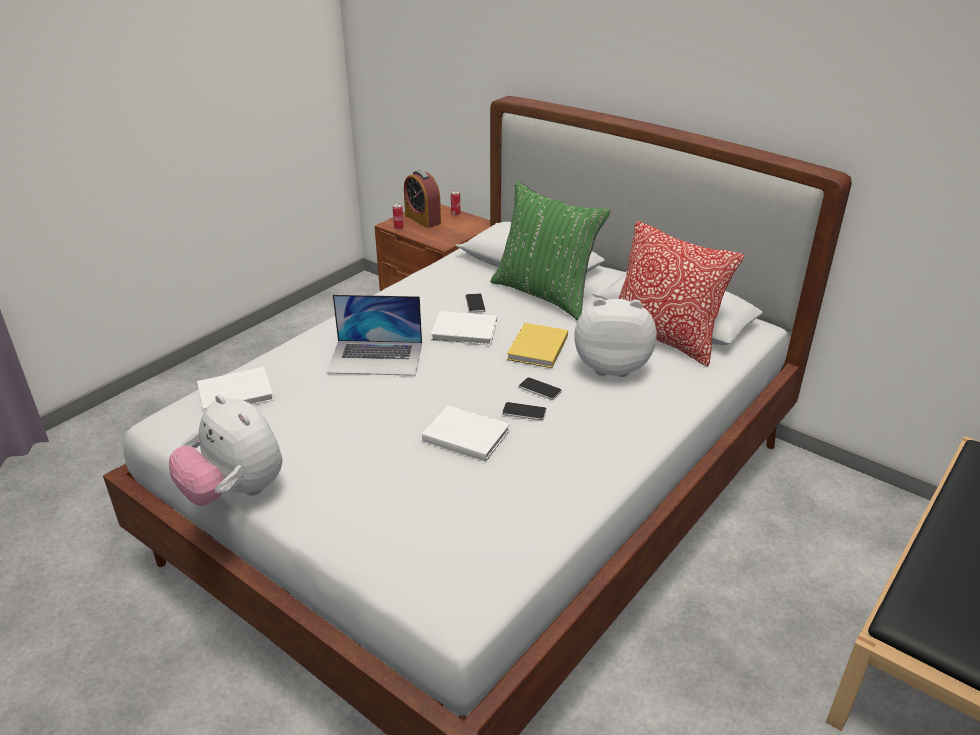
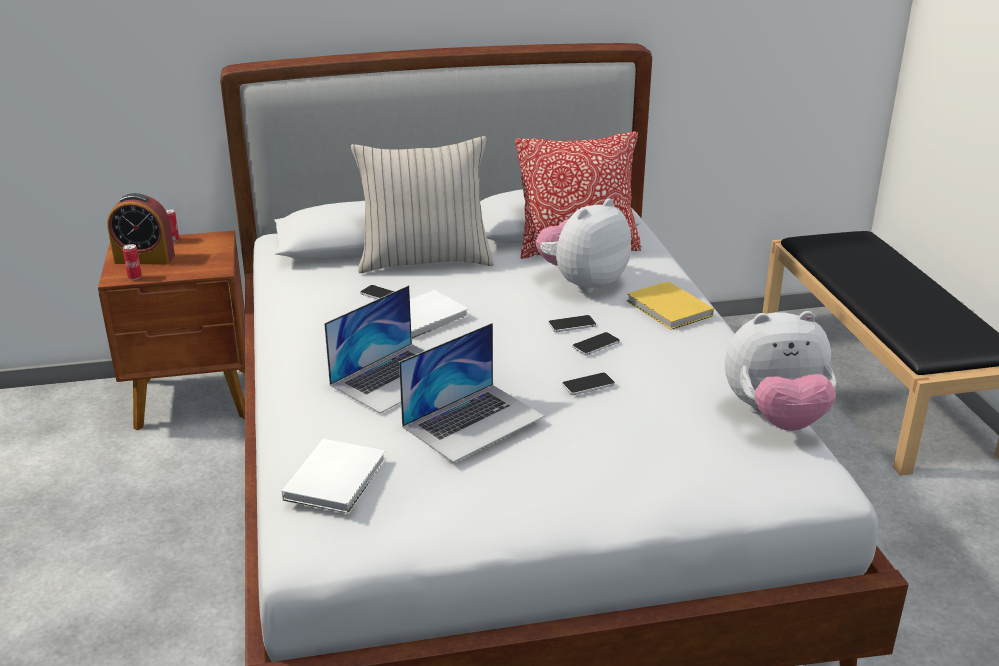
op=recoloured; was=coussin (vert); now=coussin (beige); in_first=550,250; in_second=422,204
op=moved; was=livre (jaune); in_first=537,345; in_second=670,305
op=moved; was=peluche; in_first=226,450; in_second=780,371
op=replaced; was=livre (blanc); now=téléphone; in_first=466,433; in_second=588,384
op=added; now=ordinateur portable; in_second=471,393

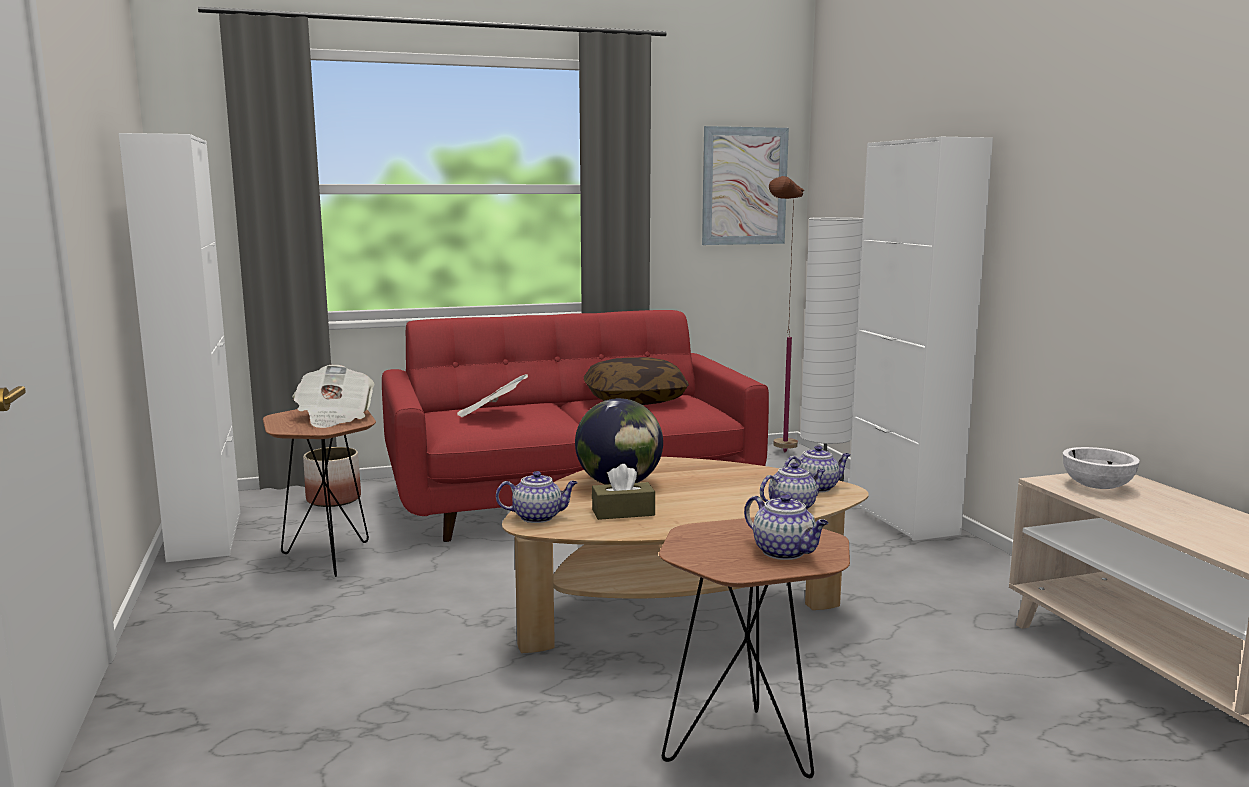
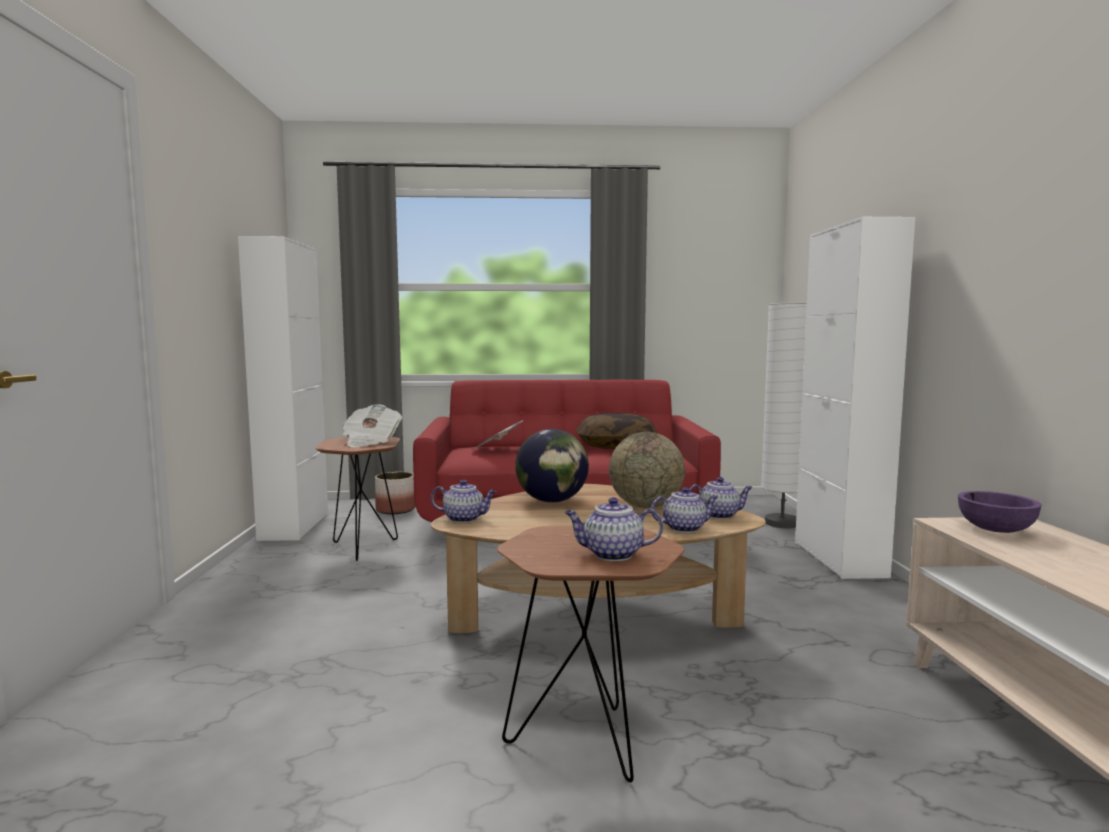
op=removed; was=tableau; in_first=745,185
op=removed; was=lampadaire (marron); in_first=787,314
op=recoloured; was=bol (blanc); now=bol (violet); in_first=1101,468; in_second=1000,512
op=removed; was=boîte à mouchoirs (marron); in_first=623,492
op=turned; was=théière; in_first=786,527; in_second=614,529; clockwise=120
op=added; now=globe; in_second=647,470

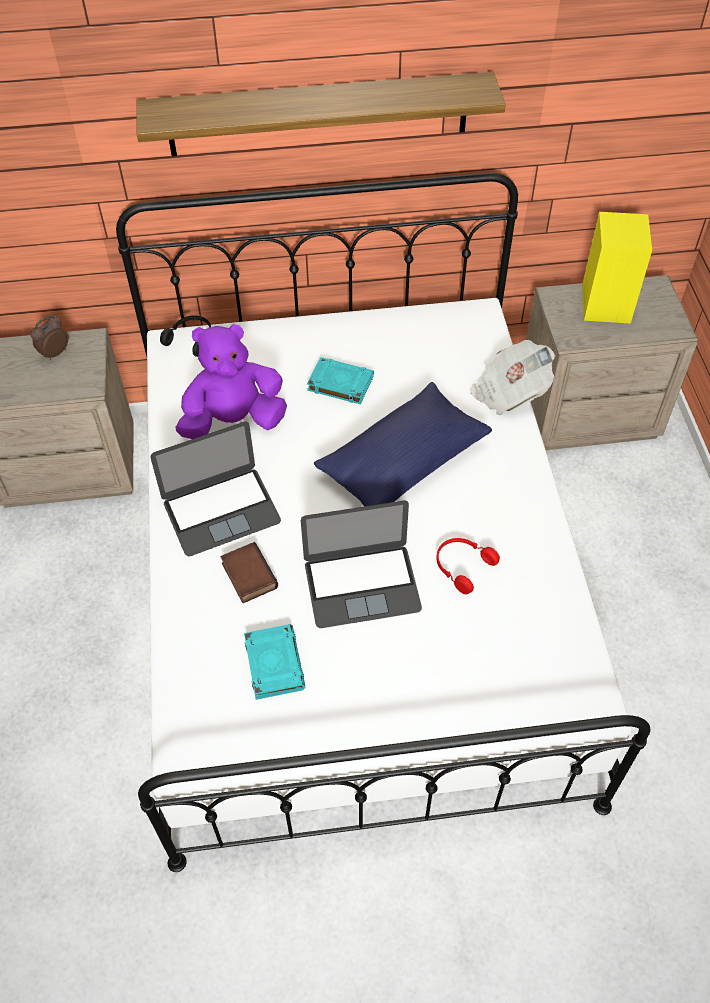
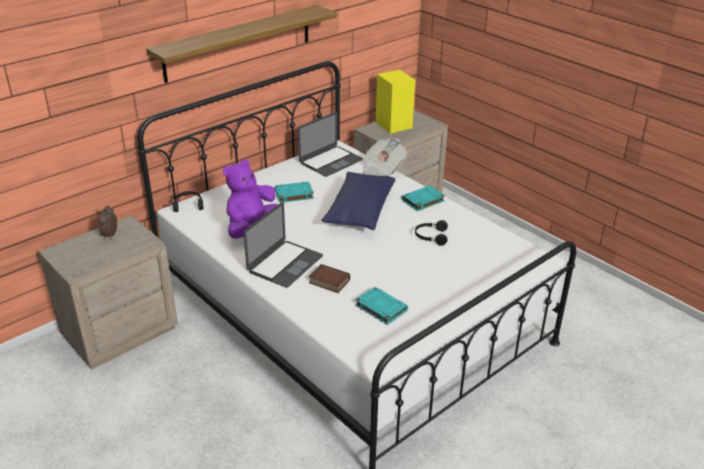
op=moved; was=ordinateur portable; in_first=361,564; in_second=330,144
op=recoloured; was=casque audio (rouge); now=casque audio (noir); in_first=468,566; in_second=431,233
op=added; now=livre (turquoise); in_second=423,198

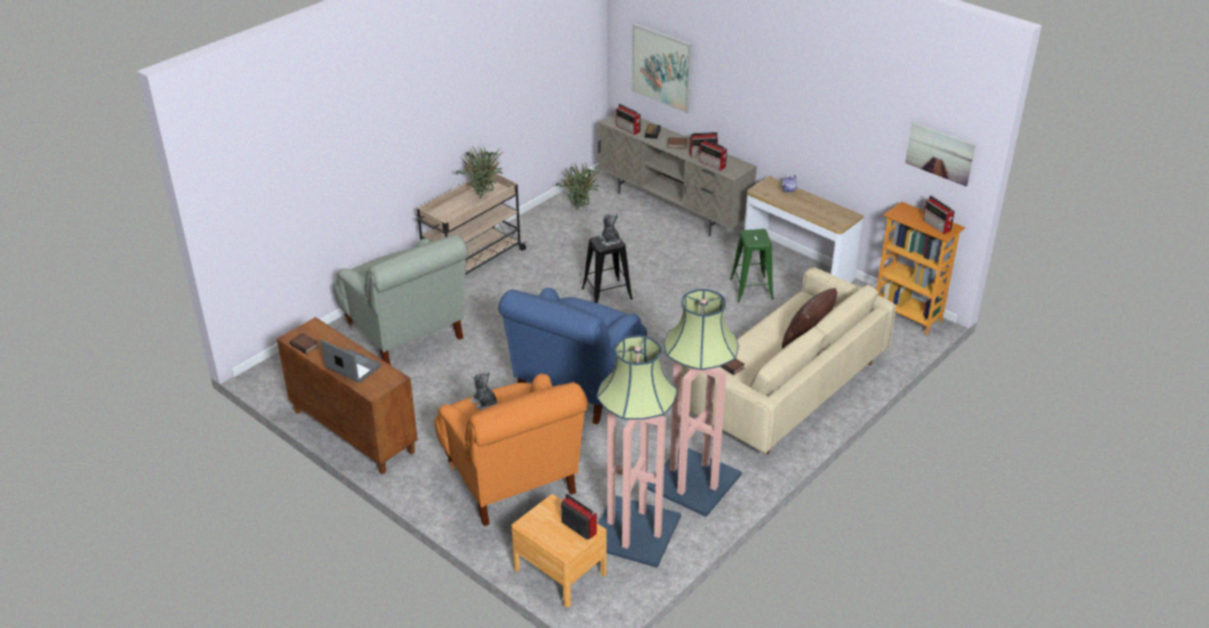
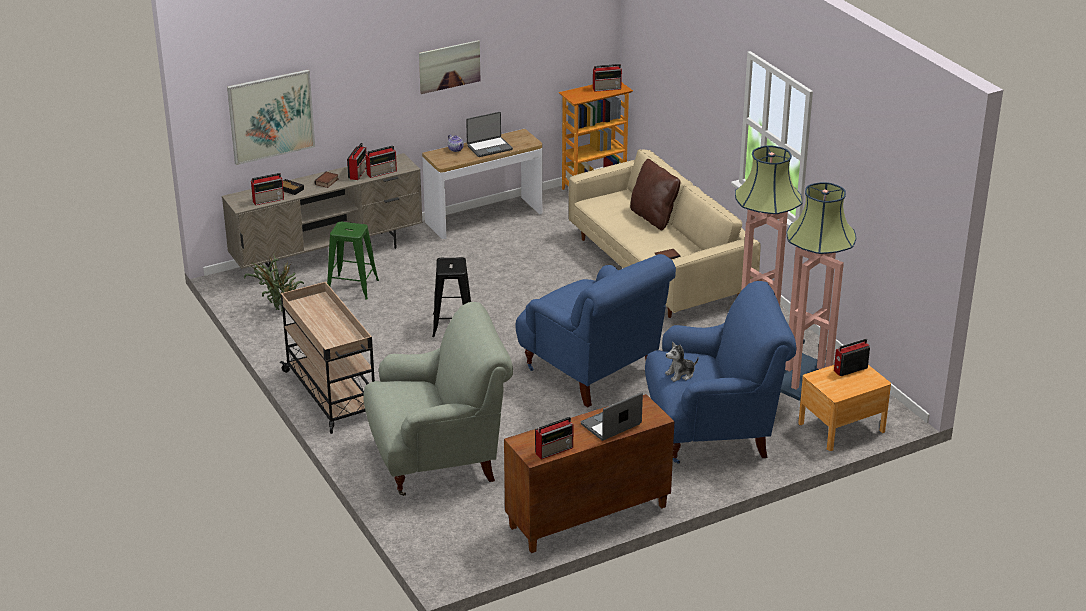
op=moved; was=tableau; in_first=940,154; in_second=449,67
op=removed; was=plante en pot; in_first=479,172
op=removed; was=peluche; in_first=610,229
op=moved; was=tabouret (vert); in_first=752,265; in_second=353,261
op=replaced; was=livre; now=radio; in_first=304,343; in_second=554,438
op=recoloured; was=fauteuil (orange); now=fauteuil (bleu); in_first=511,450; in_second=720,372
op=added; now=ordinateur portable; in_second=489,134

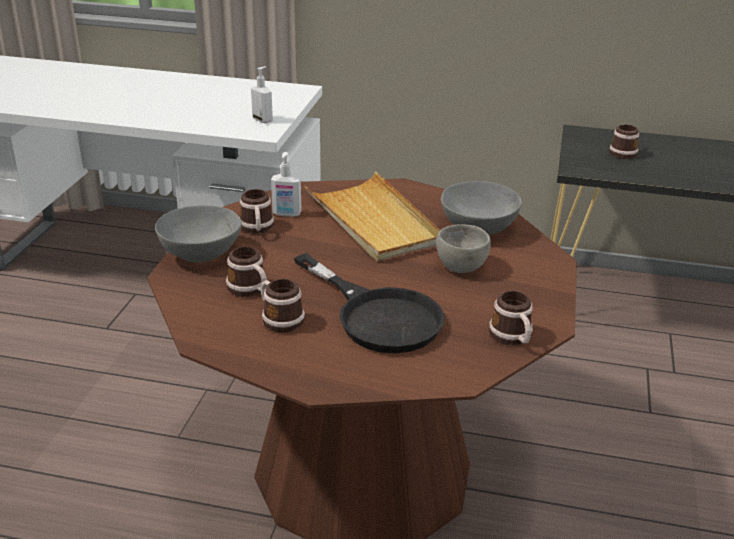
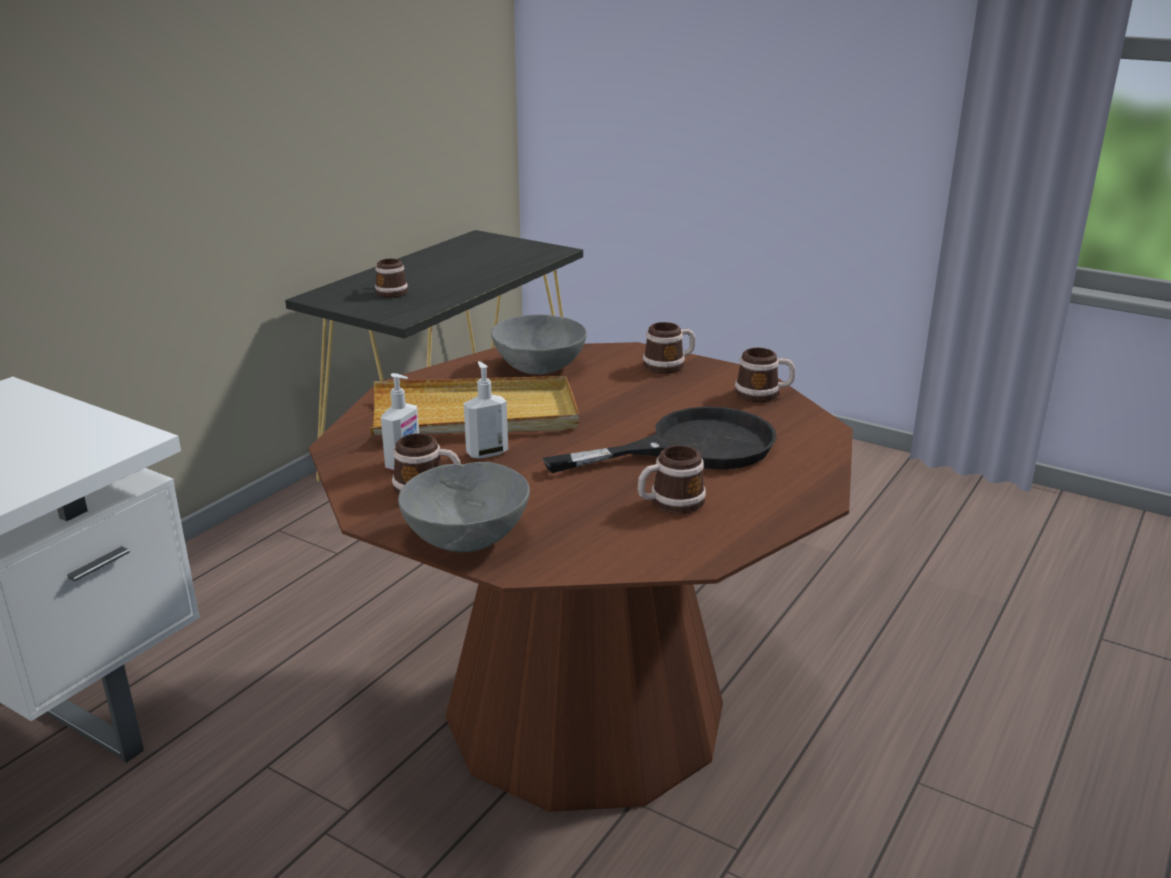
op=moved; was=distributeur de savon; in_first=262,94; in_second=486,410
op=removed; was=bol (gris); in_first=463,248
op=moved; was=mug; in_first=246,271; in_second=669,347

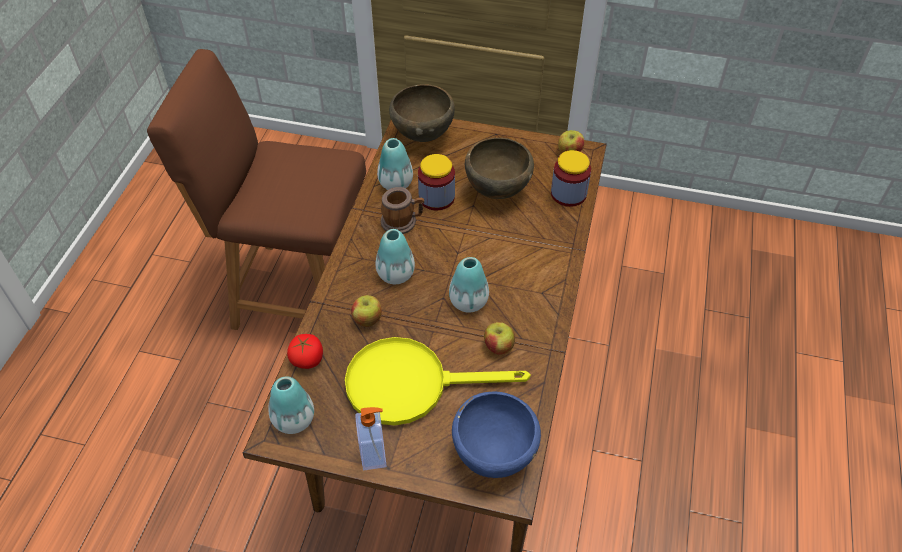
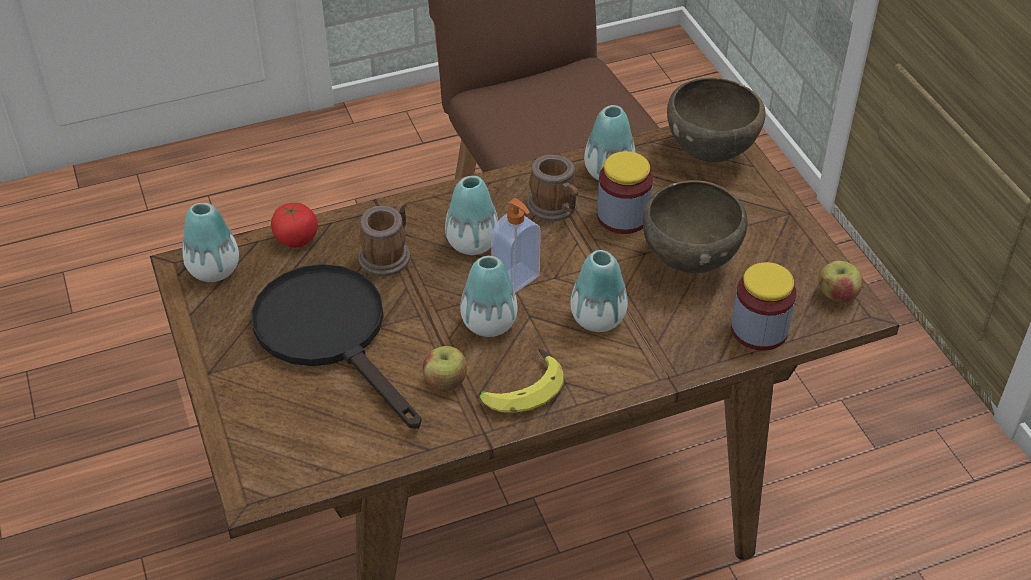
op=replaced; was=pomme; now=mug; in_first=366,311; in_second=384,239
op=recoloured; was=poêle (jaune); now=poêle (noir); in_first=438,381; in_second=336,346
op=removed; was=bol (bleu); in_first=496,434
op=moved; was=distributeur de savon; in_first=370,438; in_second=516,245
op=added; now=vase; in_second=599,291
op=added; now=banane; in_second=521,380

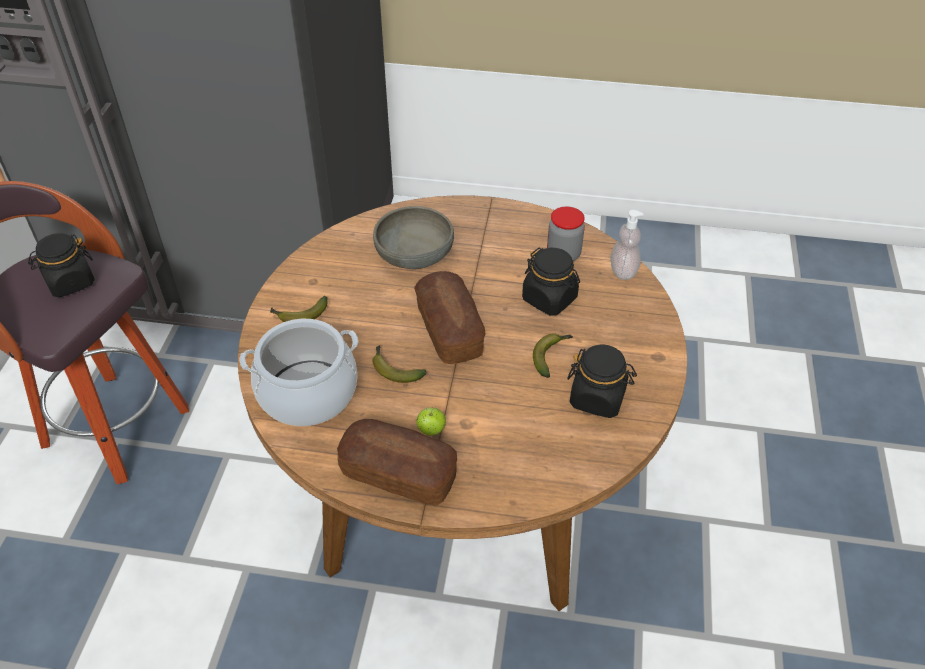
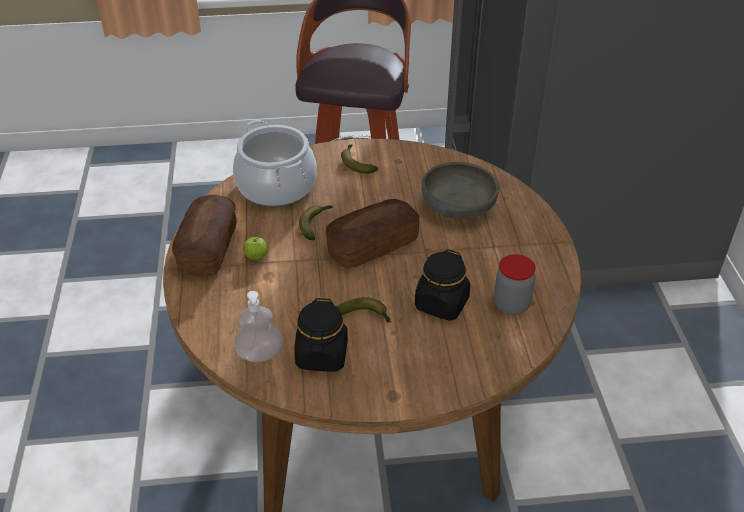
op=moved; was=distributeur de savon; in_first=627,245; in_second=258,326
op=removed; was=bocal (noir); in_first=61,265

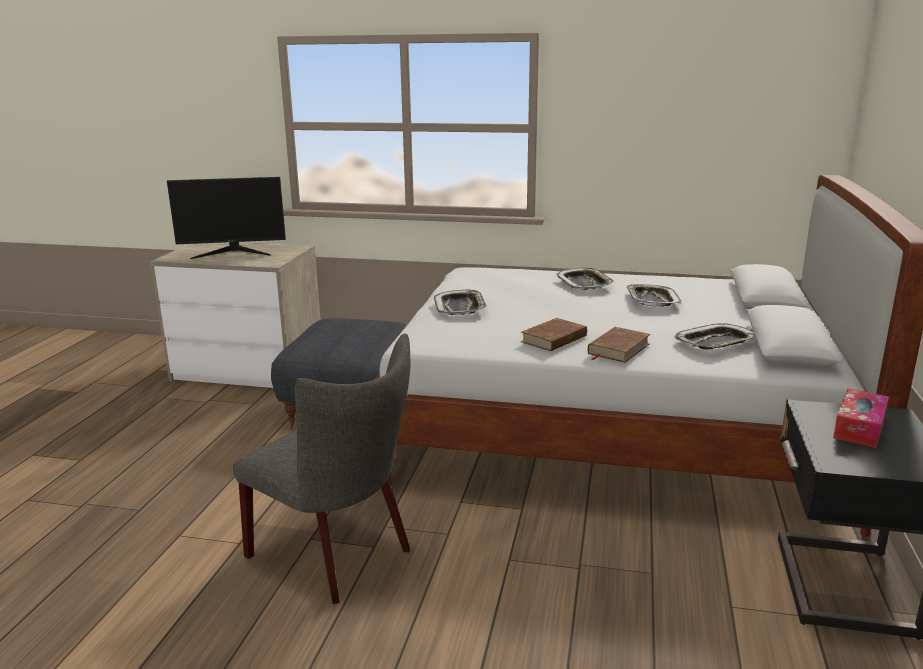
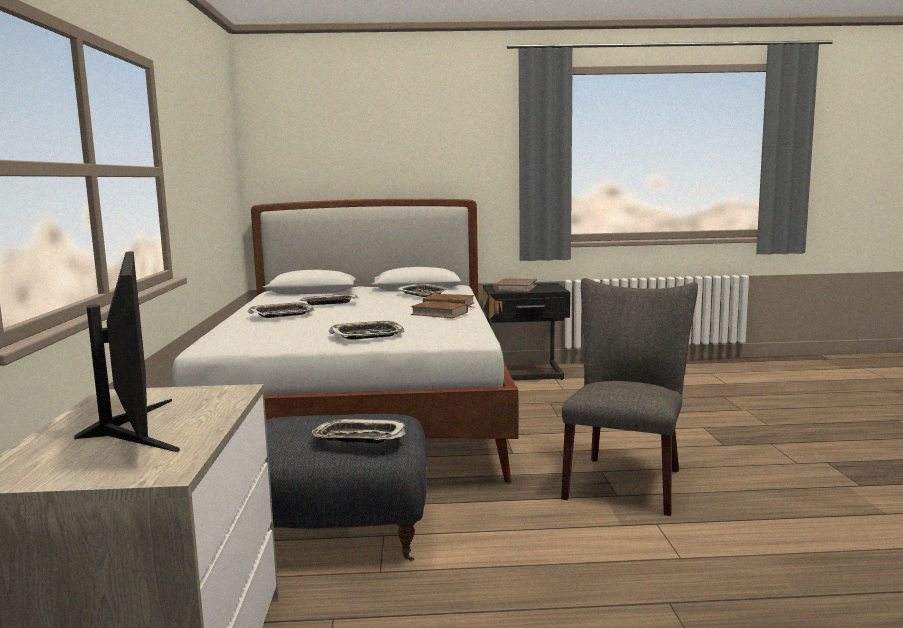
op=replaced; was=boîte à mouchoirs; now=livre (marron); in_first=861,418; in_second=515,285
op=added; now=plateau; in_second=359,431

